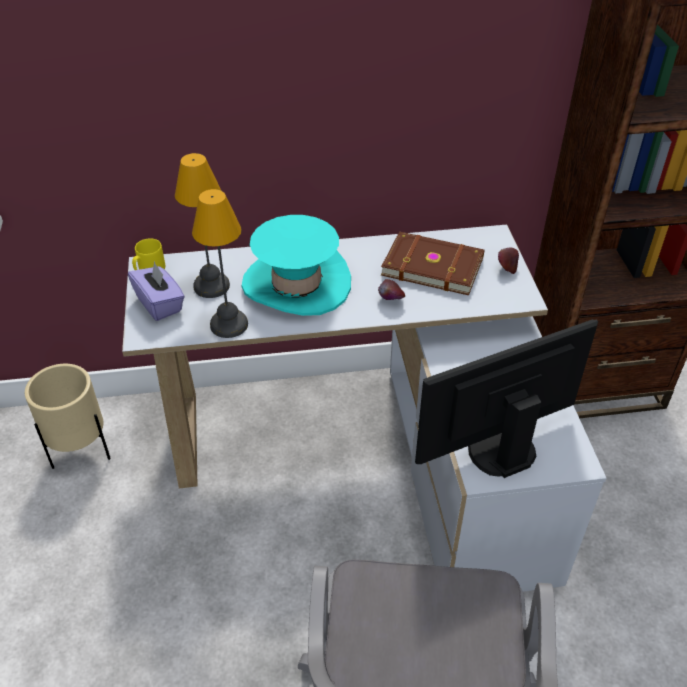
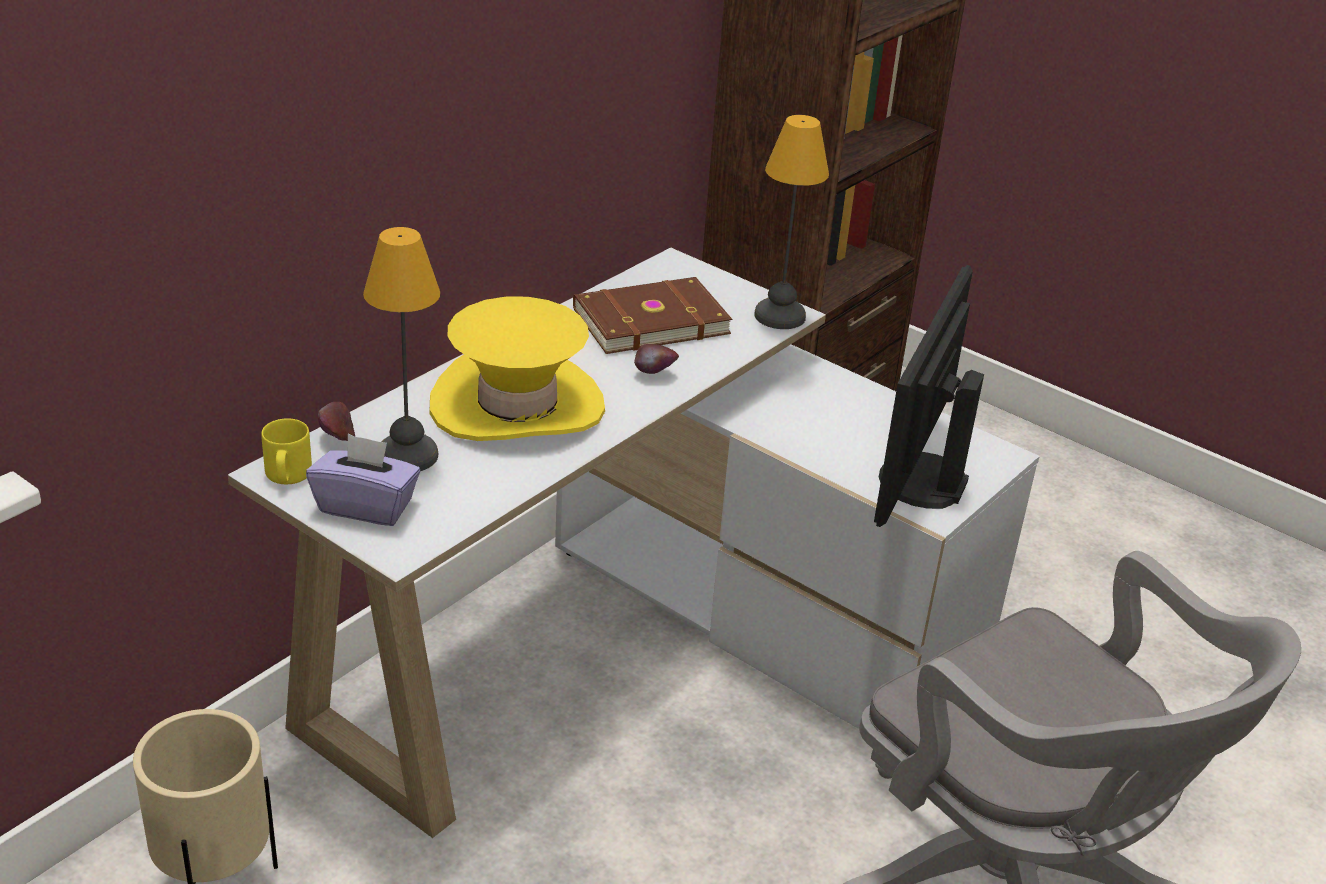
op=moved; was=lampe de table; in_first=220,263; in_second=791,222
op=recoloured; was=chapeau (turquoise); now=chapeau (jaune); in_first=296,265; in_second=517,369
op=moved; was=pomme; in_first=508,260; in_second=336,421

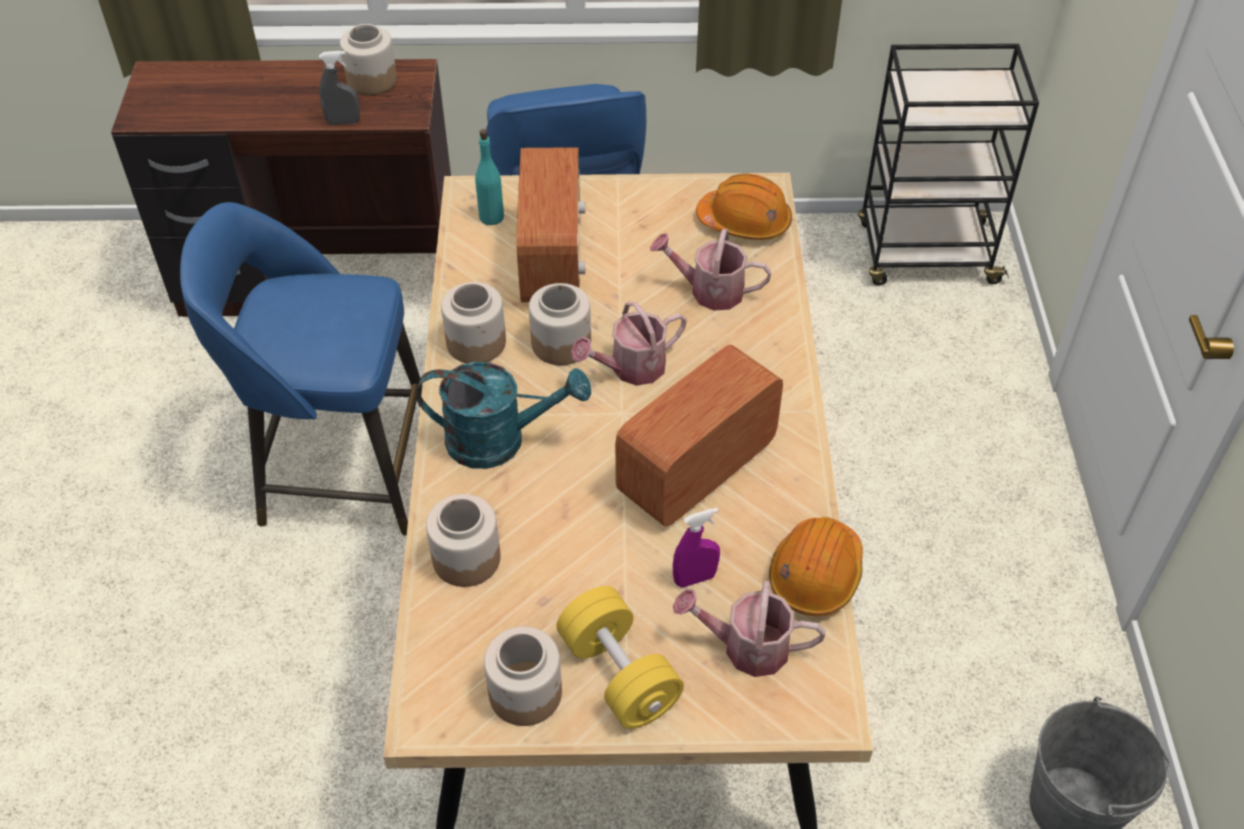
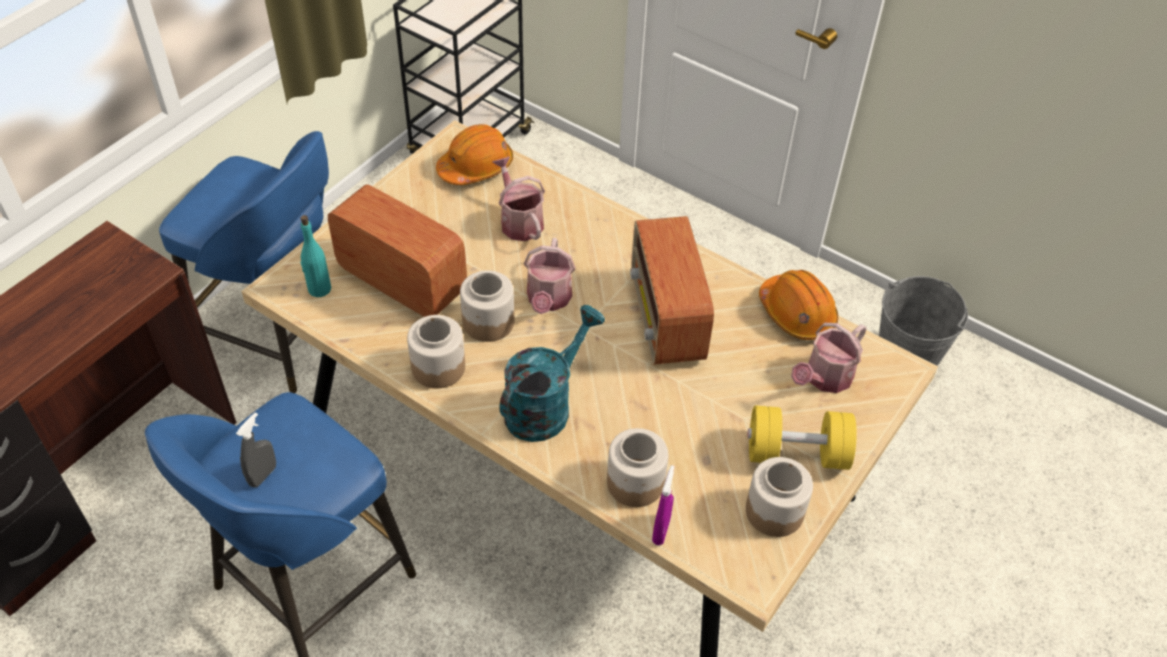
op=removed; was=bocal; in_first=368,59
op=moved; was=vaporisateur (gris); in_first=339,88; in_second=256,449
op=turned; was=arrosoir; in_first=711,270; in_second=518,198; clockwise=105
op=moved; was=vaporisateur (violet); in_first=696,548; in_second=663,505

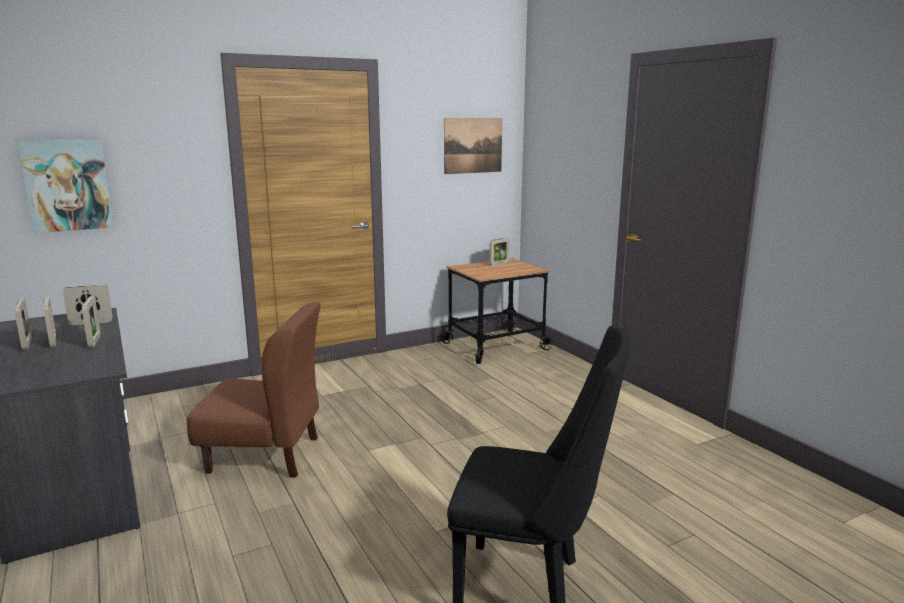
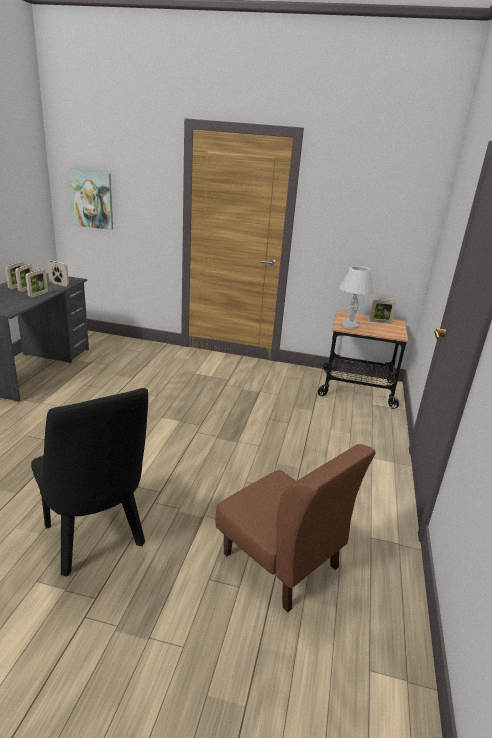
op=removed; was=tableau; in_first=473,146
op=moved; was=chaise (marron); in_first=254,390; in_second=295,528
op=added; now=lampe de table (blanc); in_second=357,297

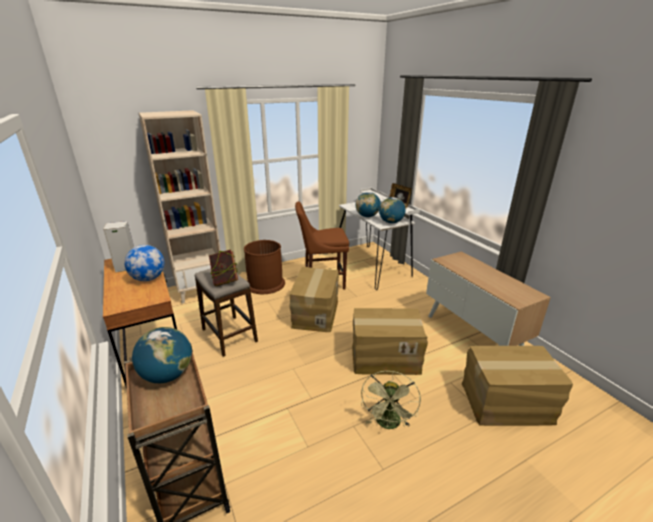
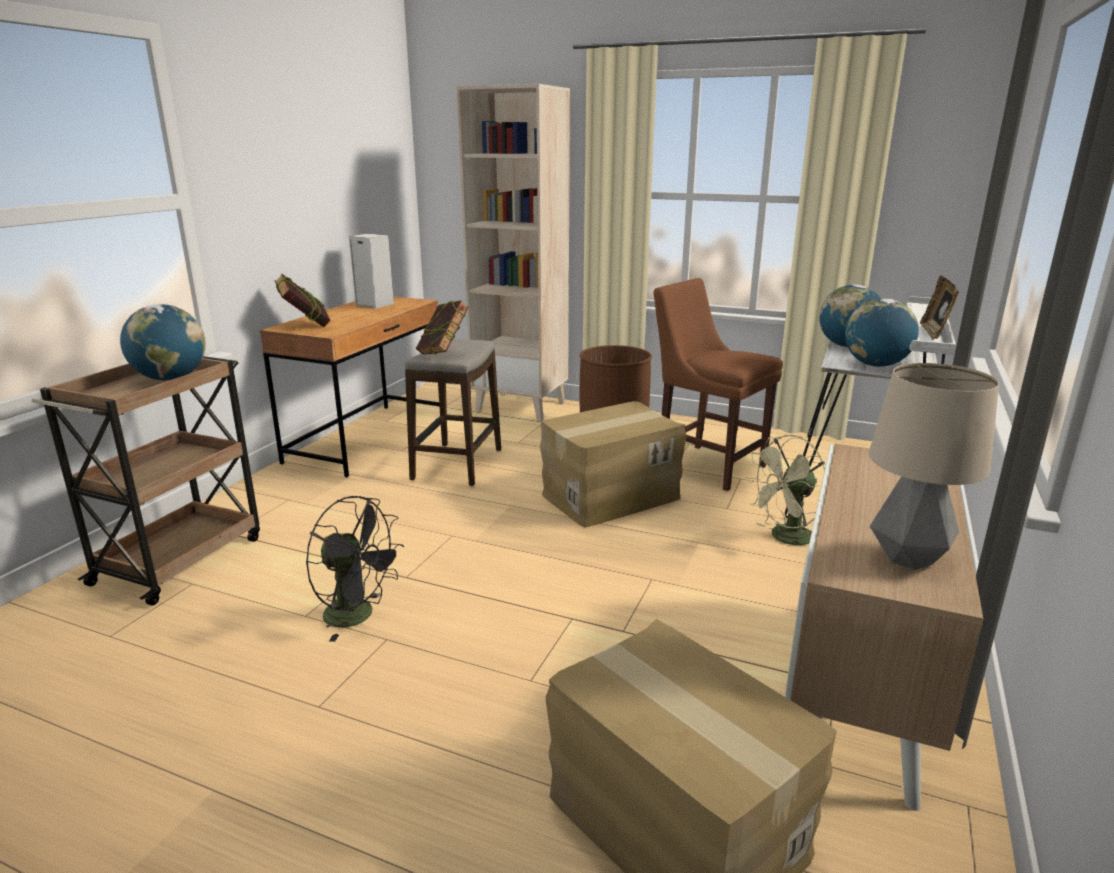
op=removed; was=globe; in_first=144,263
op=removed; was=carton; in_first=390,341
op=moved; was=ventilateur (vert); in_first=391,400; in_second=785,490
op=added; now=livre; in_second=302,300
op=added; now=lampe de table; in_second=934,466
op=added; now=ventilateur (noir); in_second=355,569

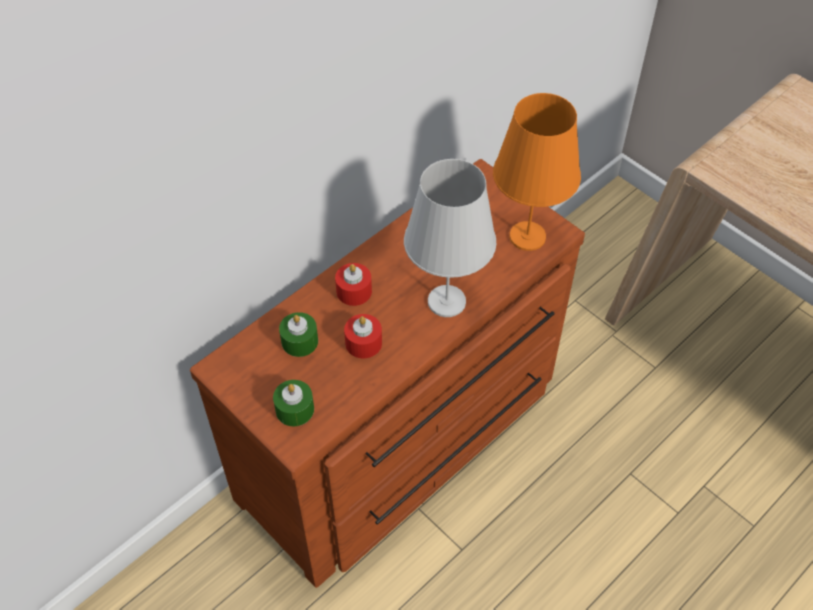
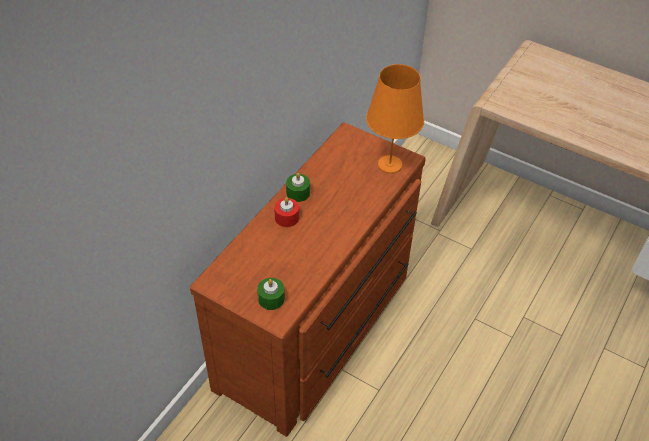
op=removed; was=lampe de table (blanc); in_first=450,238
op=moved; was=bougie (vert); in_first=298,334; in_second=298,187
op=removed; was=bougie (rouge); in_first=363,336

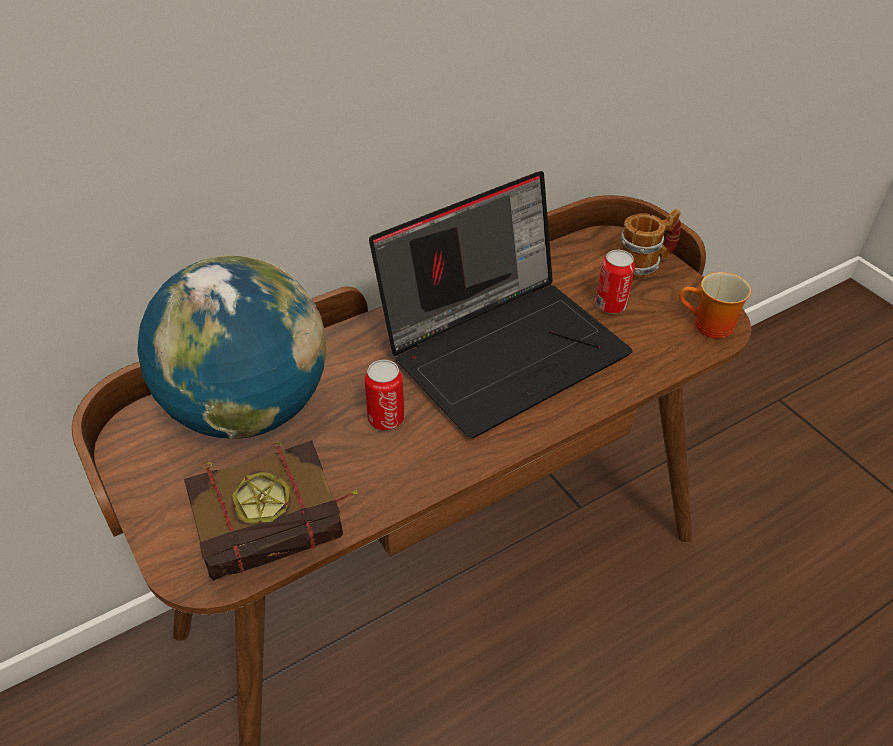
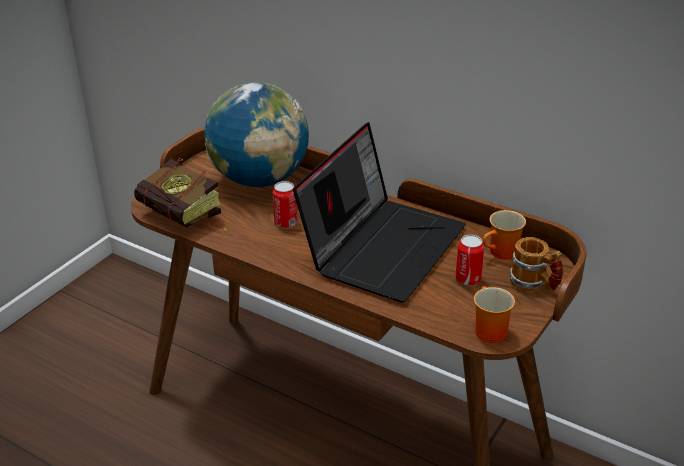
op=turned; was=ordinateur portable; in_first=501,304; in_second=379,212; clockwise=-90
op=added; now=mug; in_second=504,234

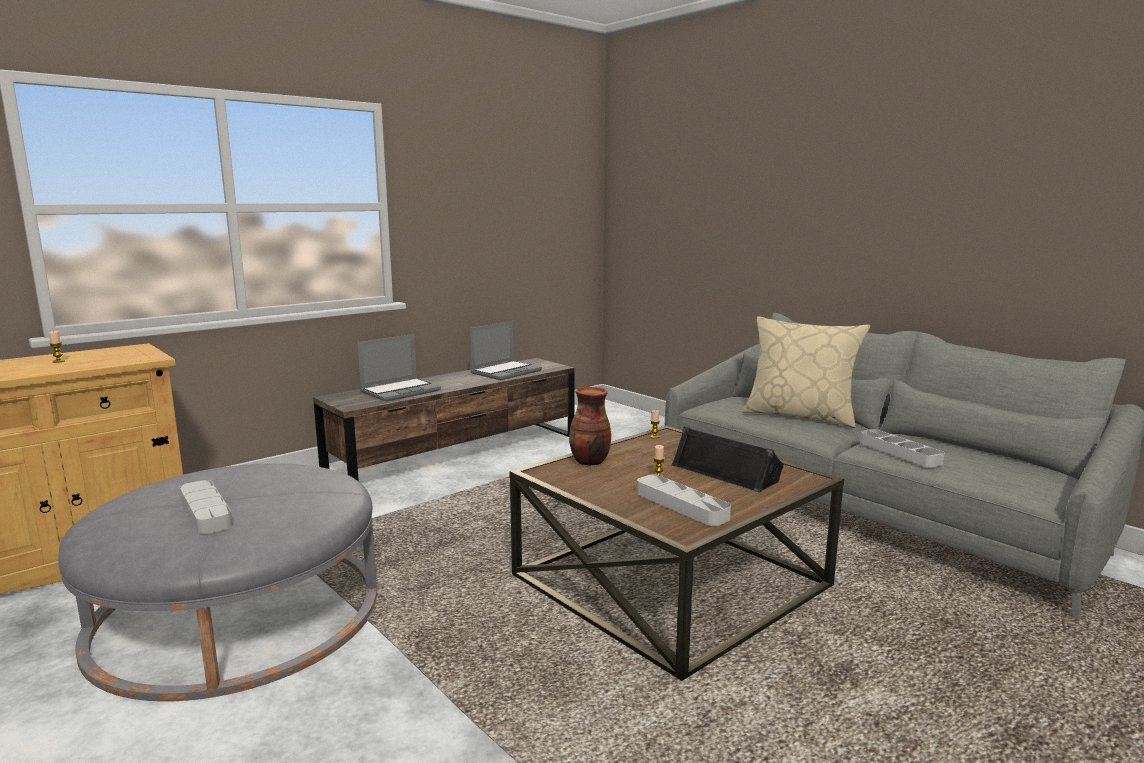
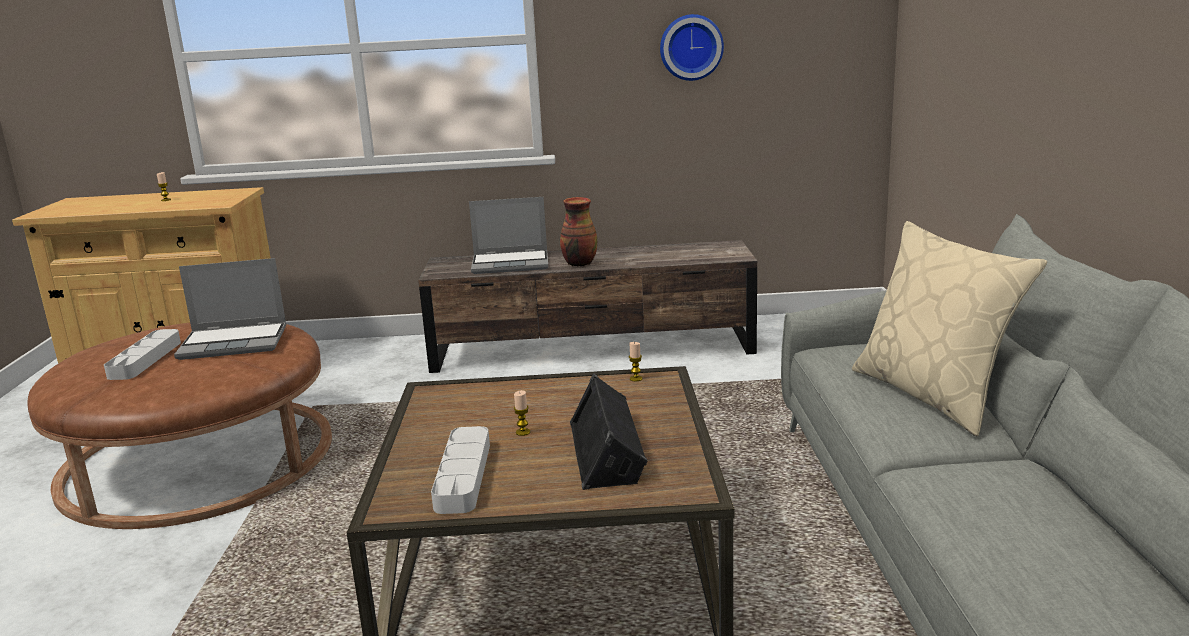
op=moved; was=ordinateur portable; in_first=506,350; in_second=230,309
op=moved; was=vase; in_first=590,426; in_second=578,232
op=removed; was=plateau (gris); in_first=902,448
op=recoloured; was=pouf (gris); now=pouf (marron); in_first=217,582; in_second=180,426
op=added; now=horloge murale; in_second=692,47

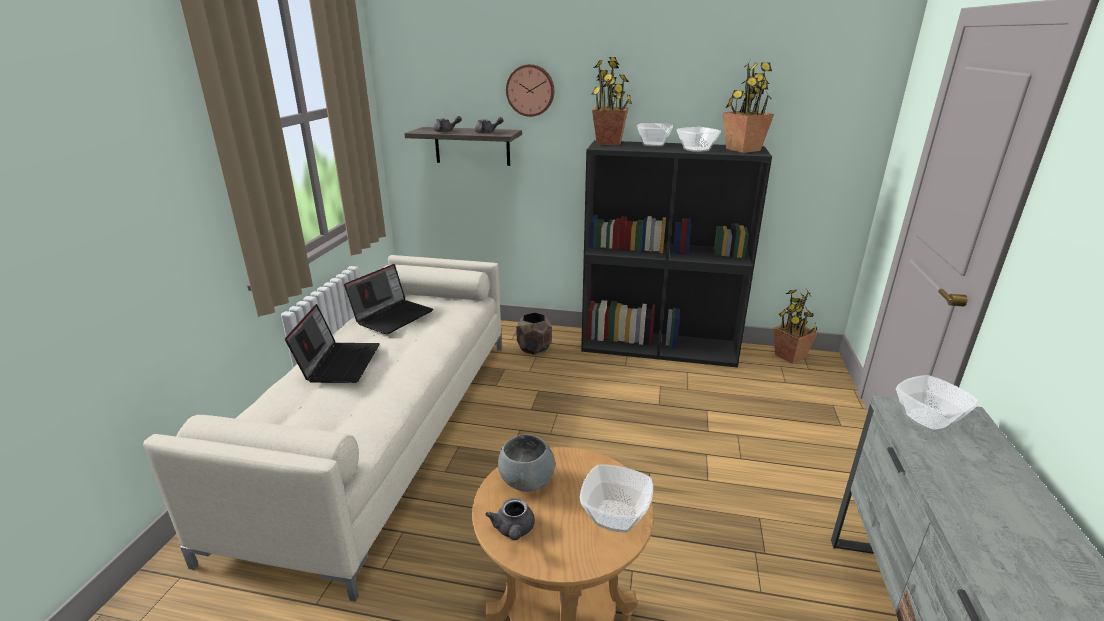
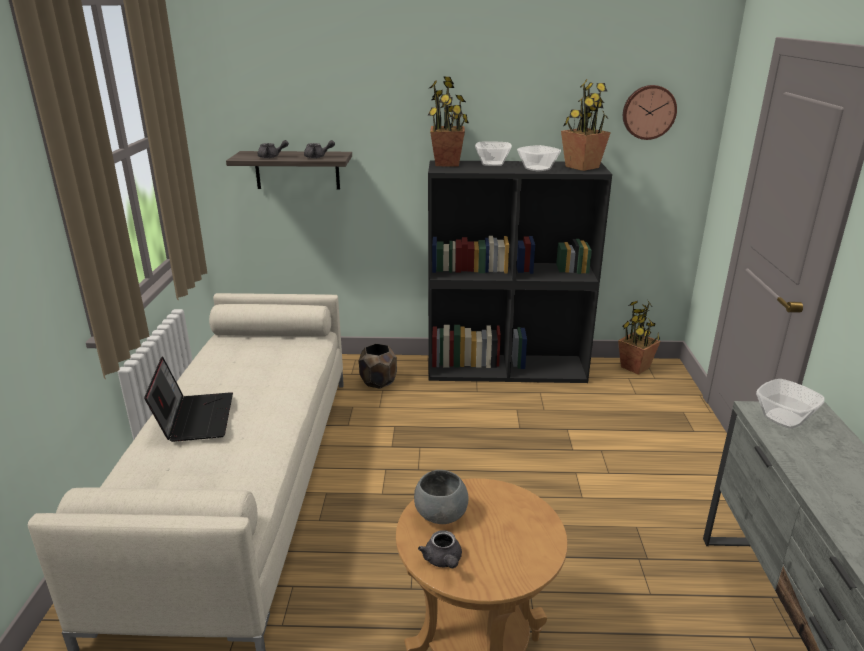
op=moved; was=horloge murale; in_first=530,90; in_second=650,112
op=removed; was=ordinateur portable; in_first=388,299
op=removed; was=bol; in_first=616,498

